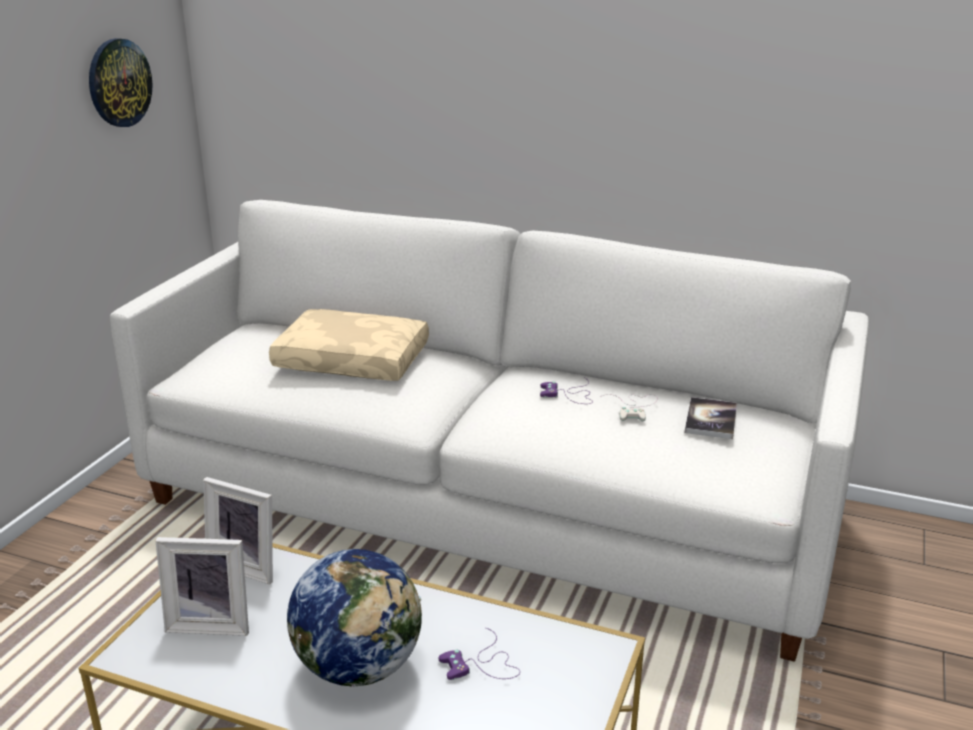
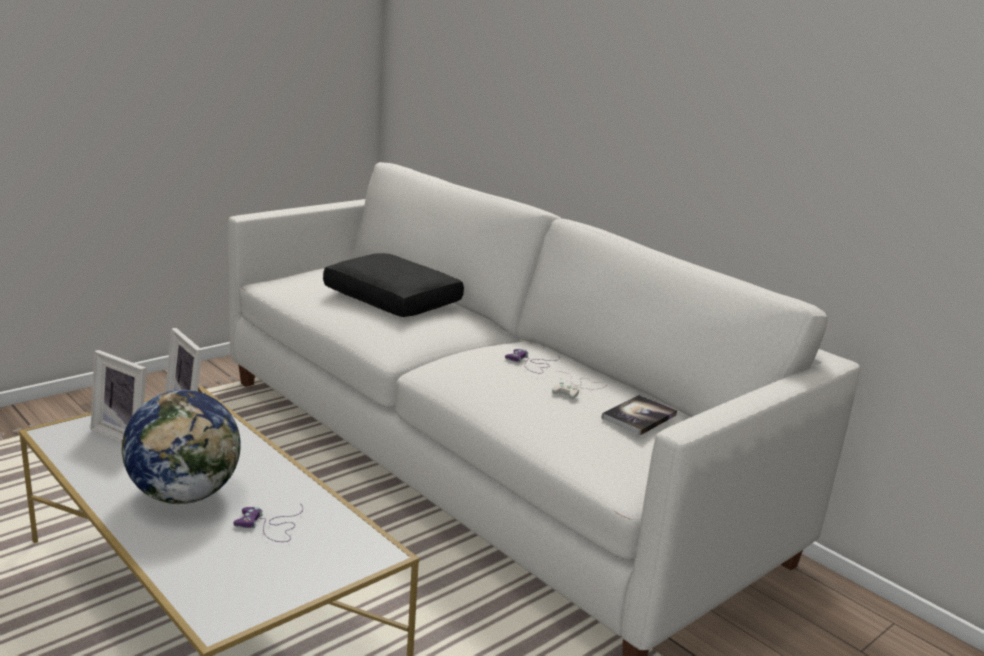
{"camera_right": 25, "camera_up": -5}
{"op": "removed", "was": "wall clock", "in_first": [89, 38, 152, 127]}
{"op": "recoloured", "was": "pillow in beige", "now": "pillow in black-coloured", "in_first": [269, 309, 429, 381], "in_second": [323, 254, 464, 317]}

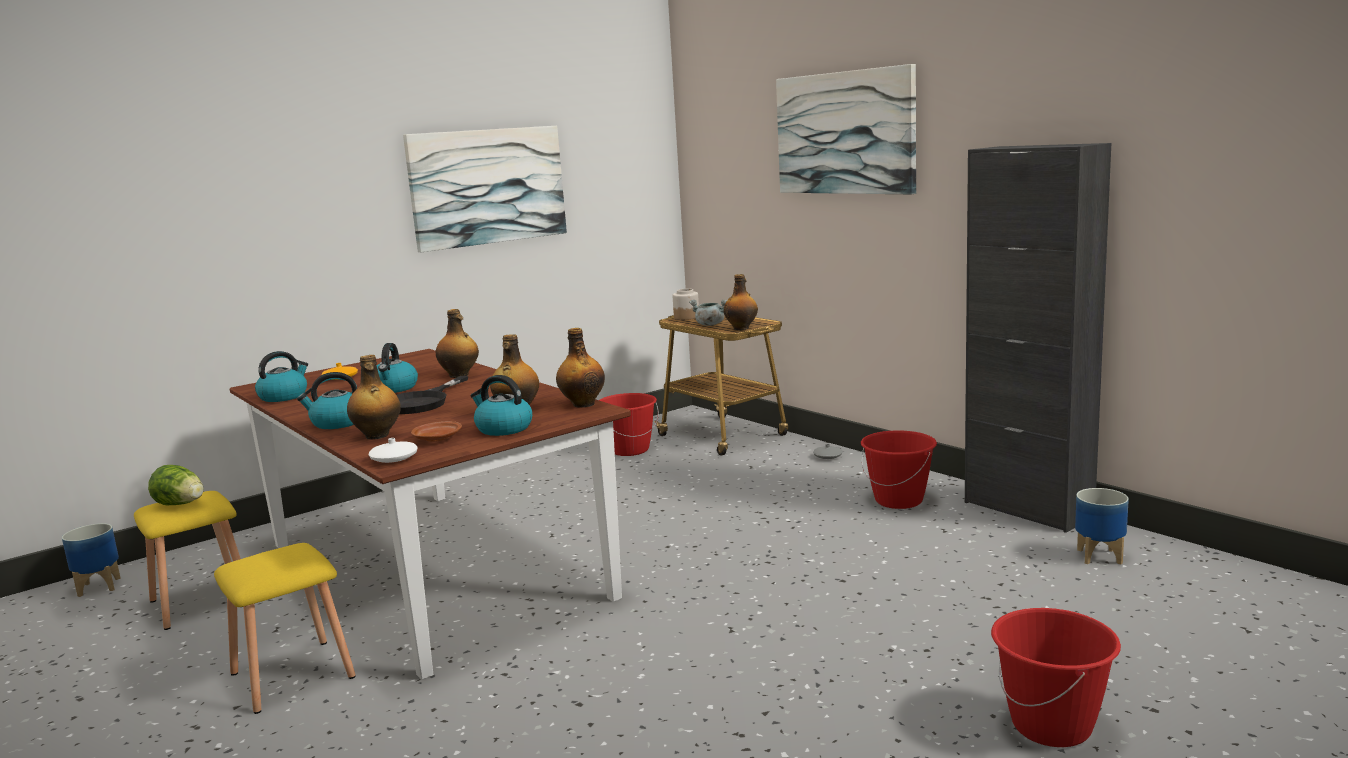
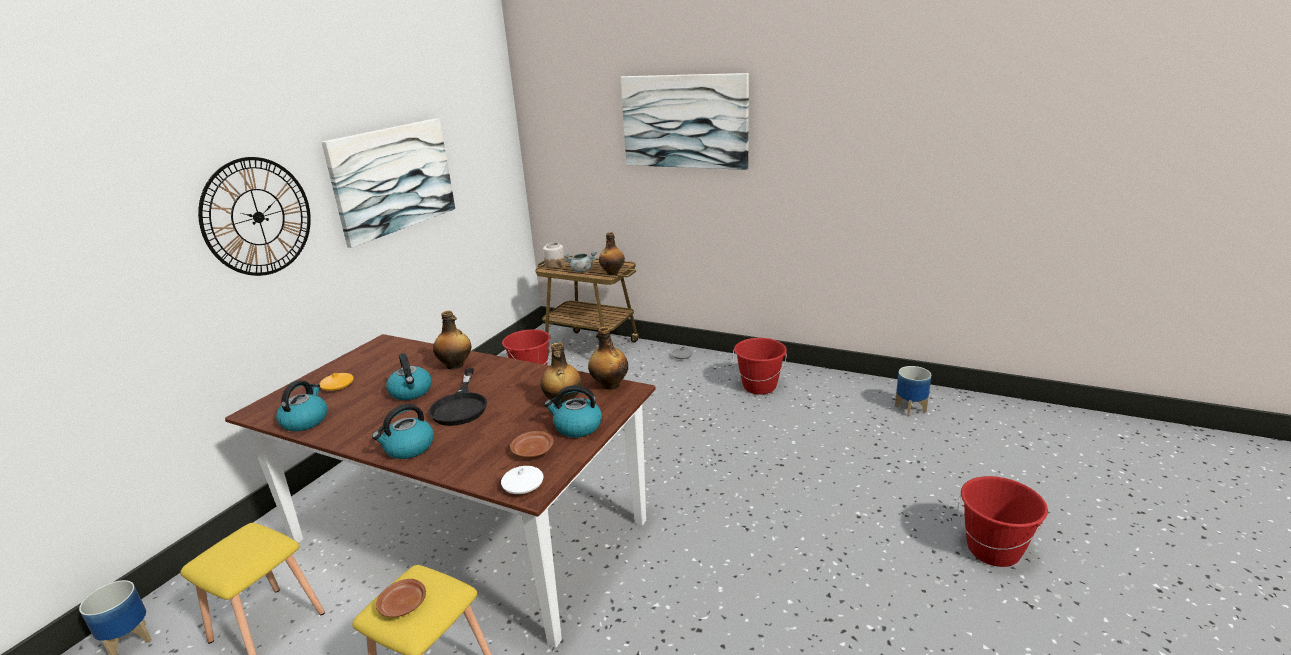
{"camera_right": -25, "camera_up": 10}
{"op": "removed", "was": "lettuce", "in_first": [148, 465, 204, 505]}
{"op": "removed", "was": "beverage bottle", "in_first": [347, 355, 401, 440]}
{"op": "removed", "was": "storage cabinet in black-coloured", "in_first": [965, 143, 1111, 533]}
{"op": "added", "now": "wall clock", "in_second": [198, 157, 311, 276]}
{"op": "added", "now": "flat dish in brownish", "in_second": [376, 579, 426, 617]}

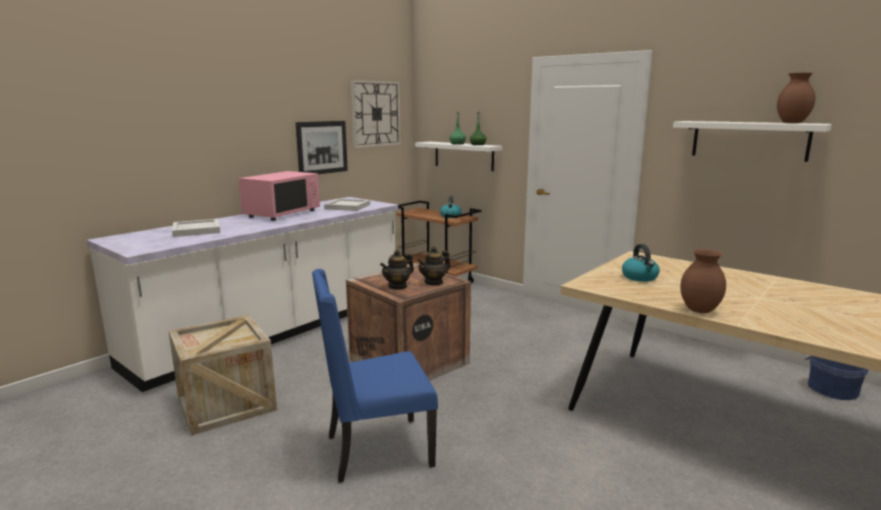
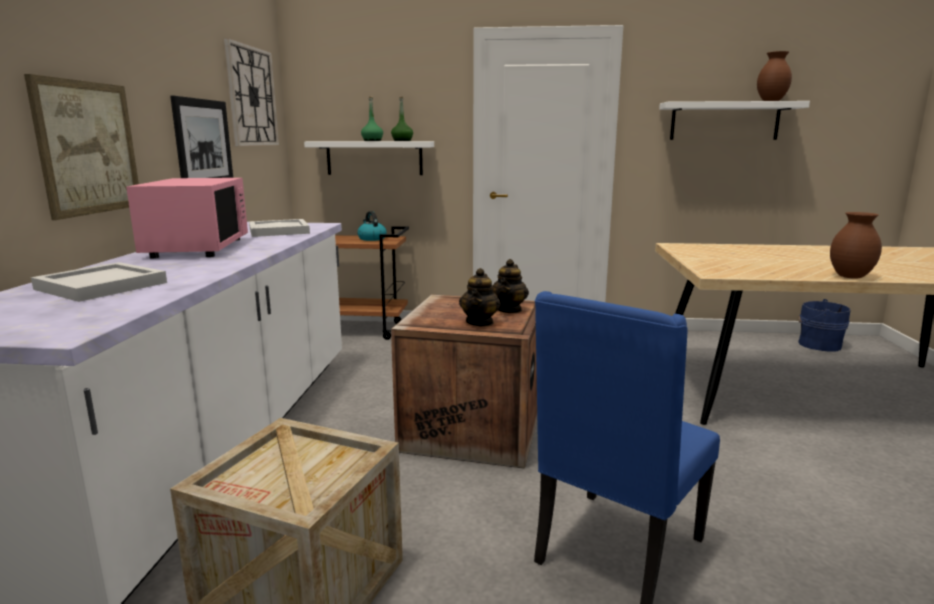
{"camera_right": -35, "camera_up": 0}
{"op": "removed", "was": "tea kettle", "in_first": [622, 244, 660, 282]}
{"op": "added", "now": "picture", "in_second": [24, 74, 139, 220]}

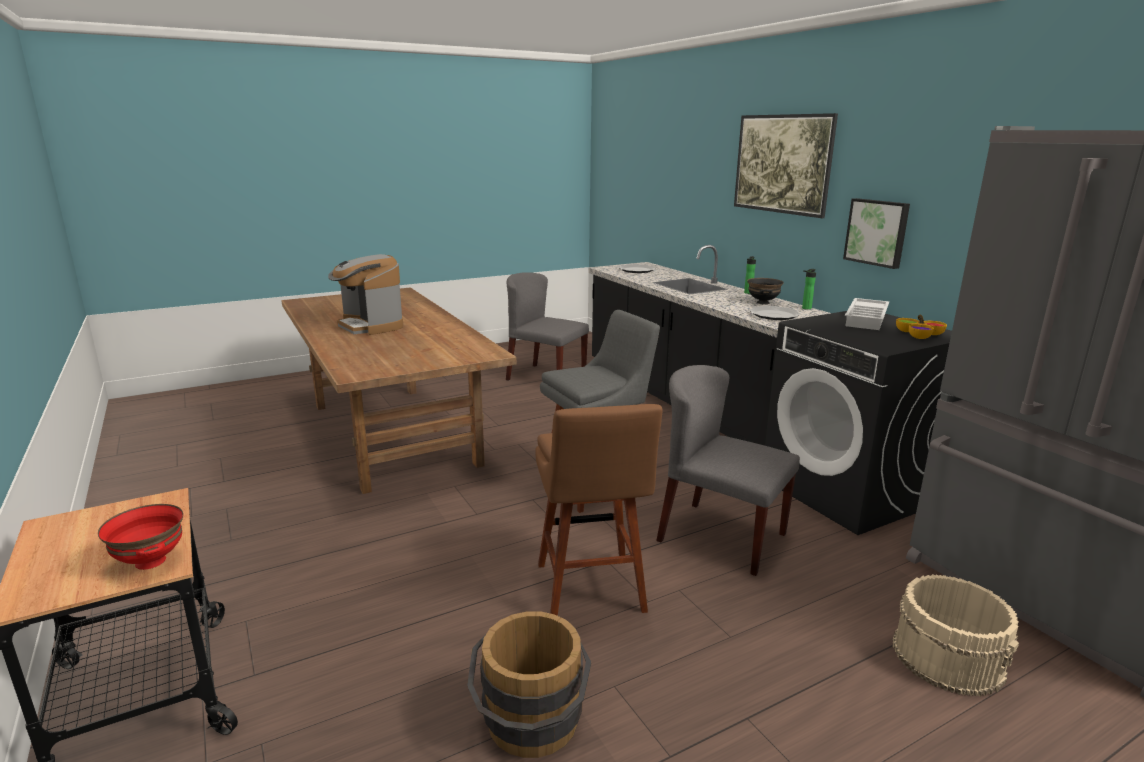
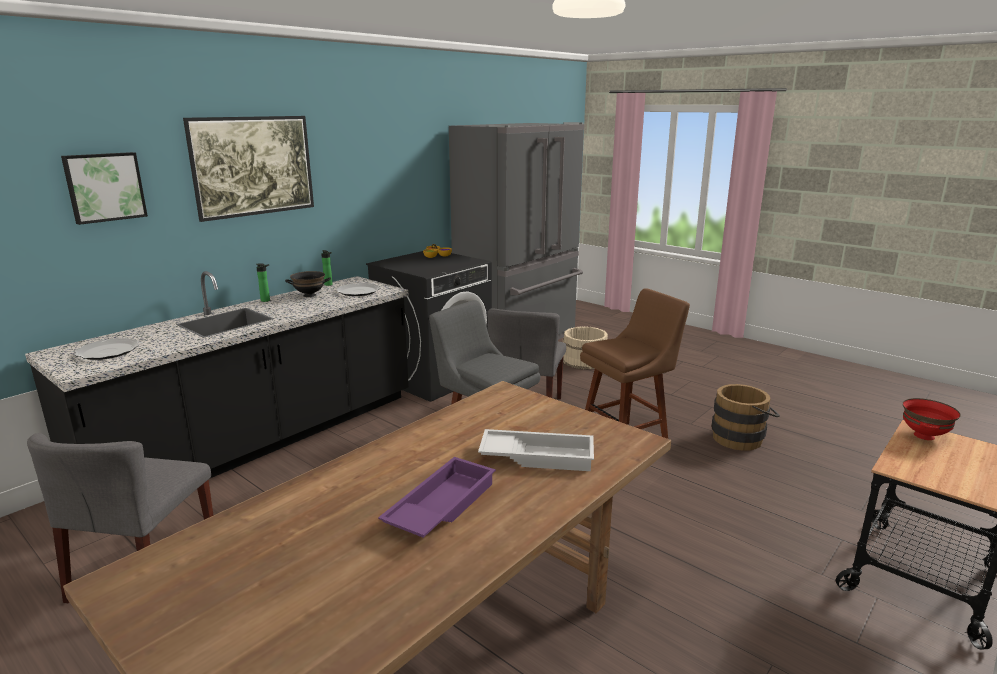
{"camera_right": -110, "camera_up": 0}
{"op": "moved", "was": "picture", "in_first": [843, 198, 910, 269], "in_second": [61, 152, 148, 225]}
{"op": "moved", "was": "carrying tray in white-coloured", "in_first": [845, 298, 889, 330], "in_second": [478, 429, 594, 471]}
{"op": "replaced", "was": "coffee brewer", "now": "carrying tray in purplish", "in_first": [328, 254, 403, 335], "in_second": [378, 457, 496, 538]}

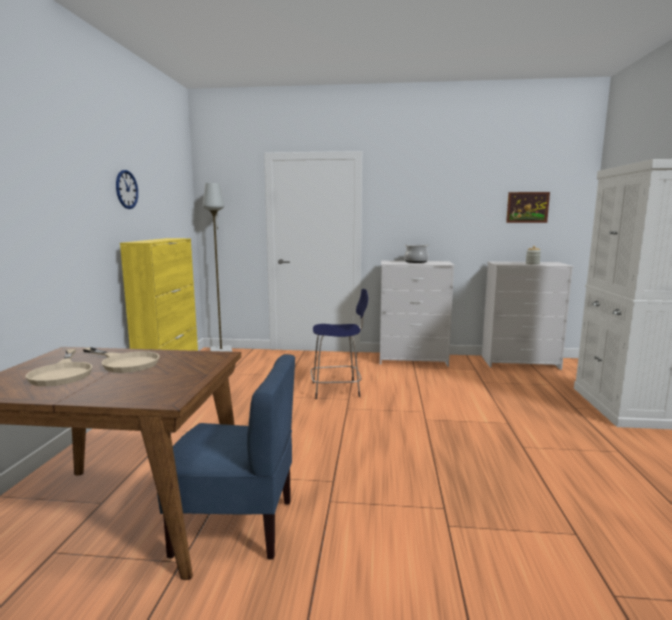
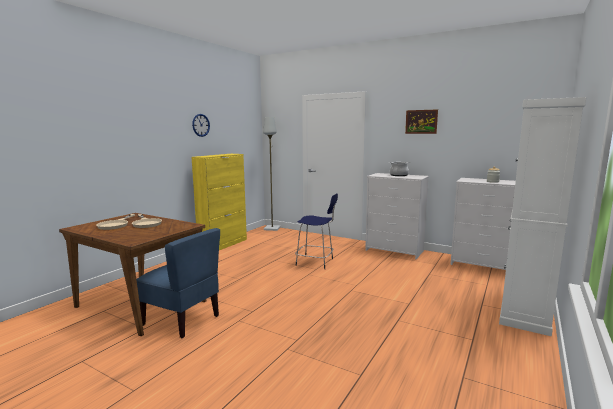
{"camera_right": 25, "camera_up": 0}
{"op": "moved", "was": "picture", "in_first": [506, 192, 550, 223], "in_second": [405, 109, 438, 134]}

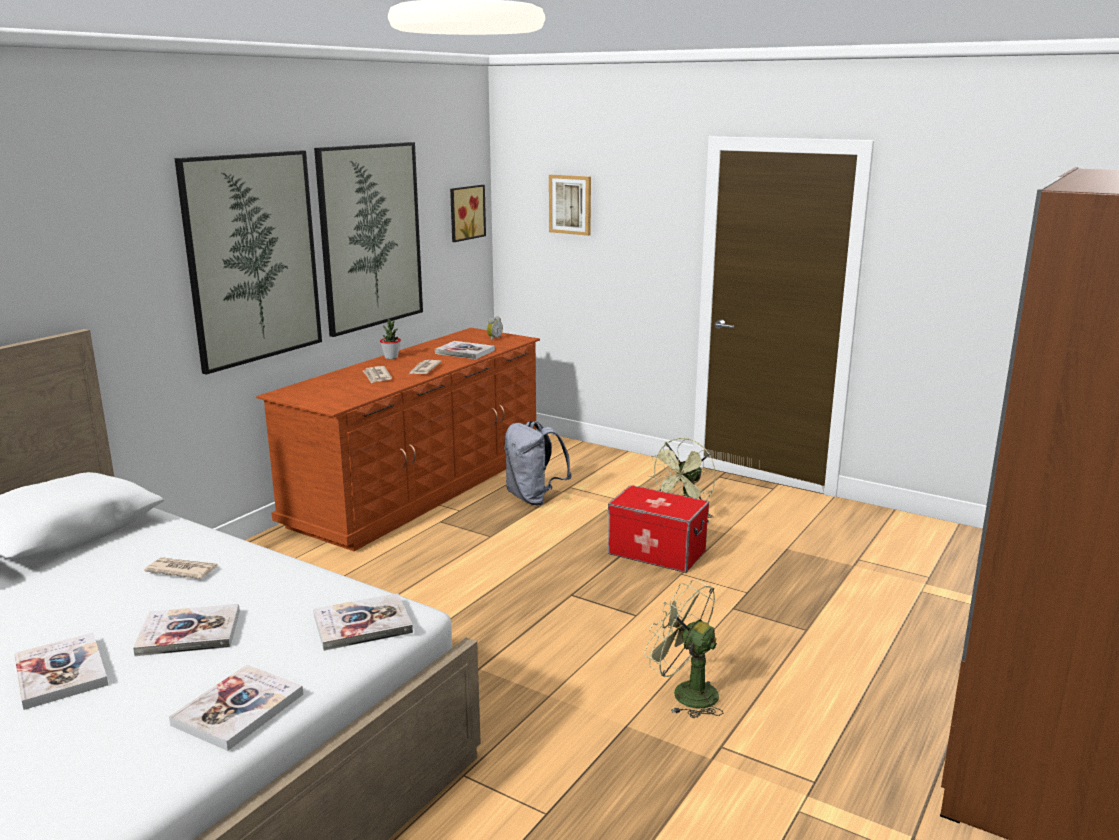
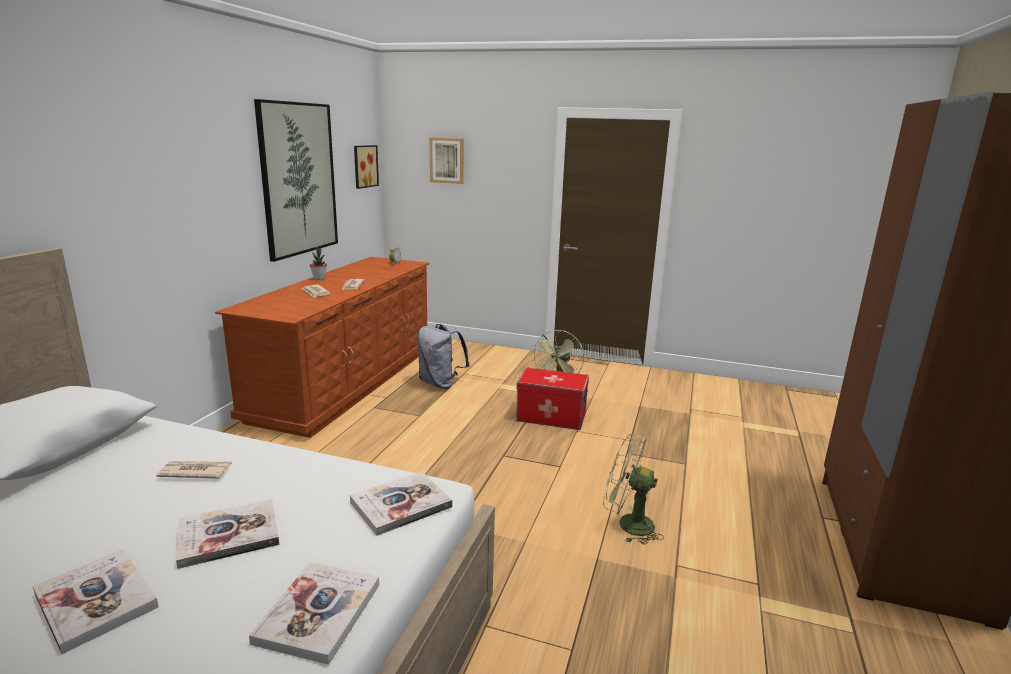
{"camera_right": -15, "camera_up": 0}
{"op": "removed", "was": "picture", "in_first": [175, 151, 322, 375]}
{"op": "removed", "was": "volume", "in_first": [435, 341, 495, 359]}

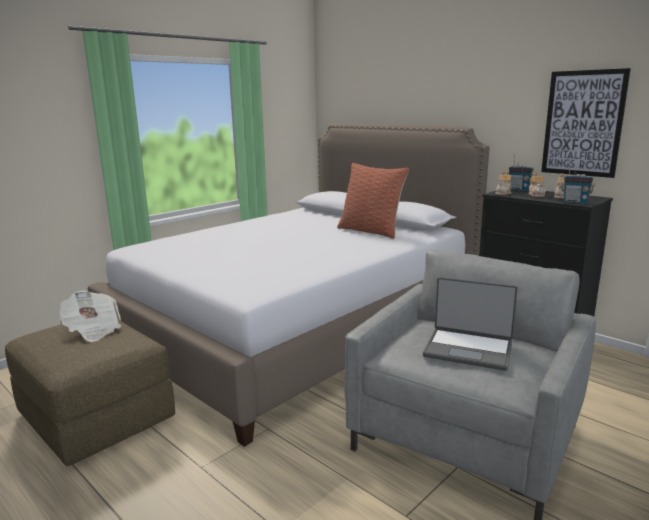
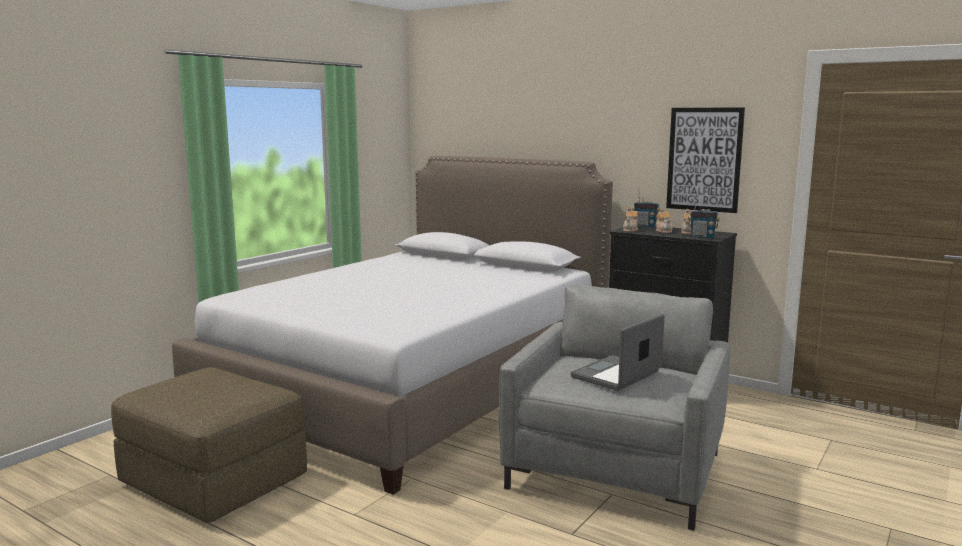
{"camera_right": -10, "camera_up": -5}
{"op": "removed", "was": "printed paper", "in_first": [60, 290, 121, 342]}
{"op": "removed", "was": "pillow", "in_first": [337, 163, 409, 239]}
{"op": "turned", "was": "notebook computer", "in_first": [423, 277, 518, 371], "in_second": [571, 314, 665, 391], "clockwise": 120}

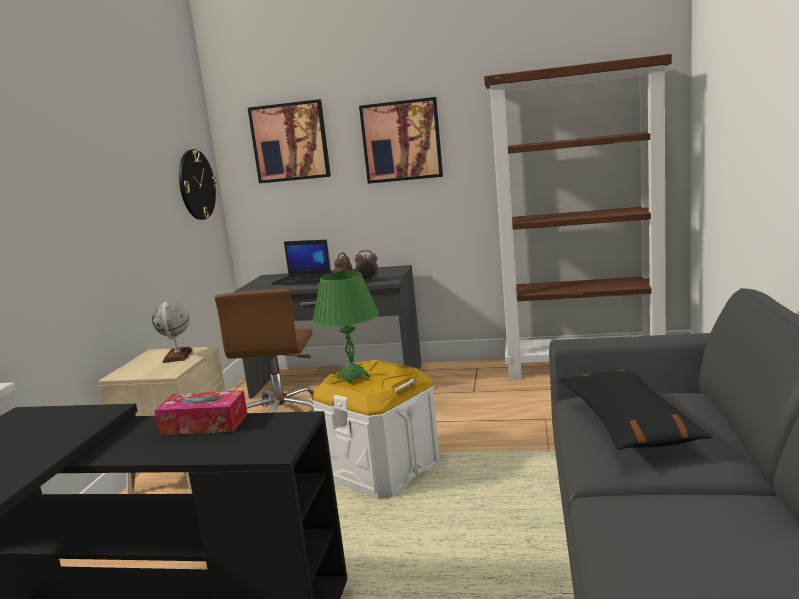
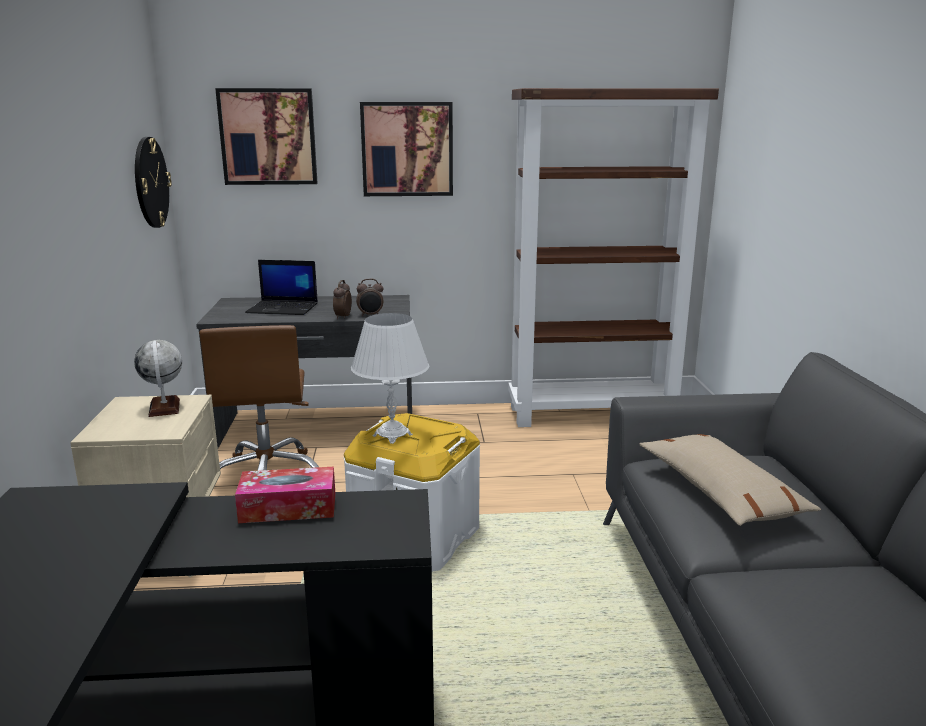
{"camera_right": -15, "camera_up": 5}
{"op": "recoloured", "was": "tabletop lamp in greenish", "now": "tabletop lamp in white-coloured", "in_first": [312, 271, 379, 384], "in_second": [351, 313, 429, 444]}
{"op": "recoloured", "was": "pillow in black-coloured", "now": "pillow in beige", "in_first": [559, 370, 713, 450], "in_second": [639, 434, 821, 526]}

